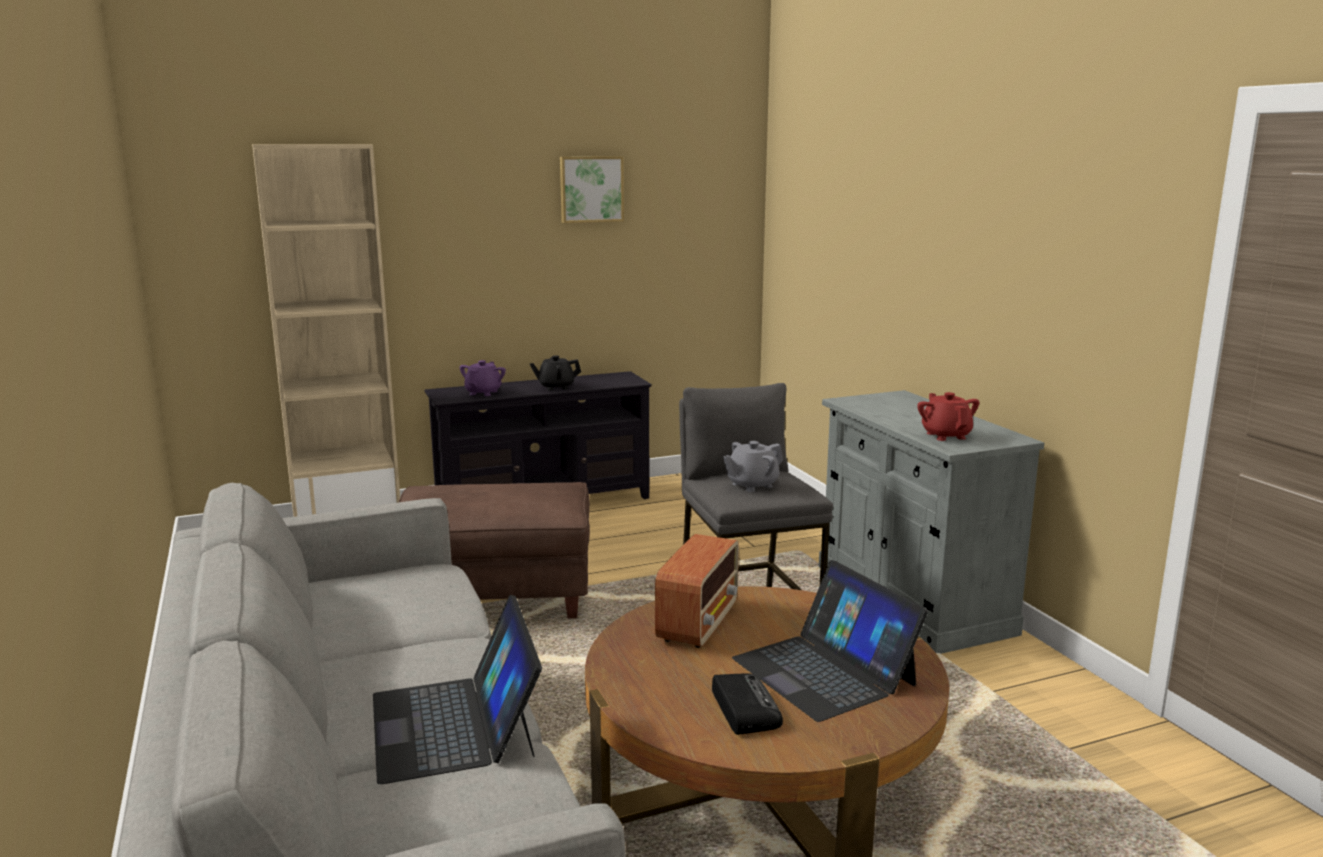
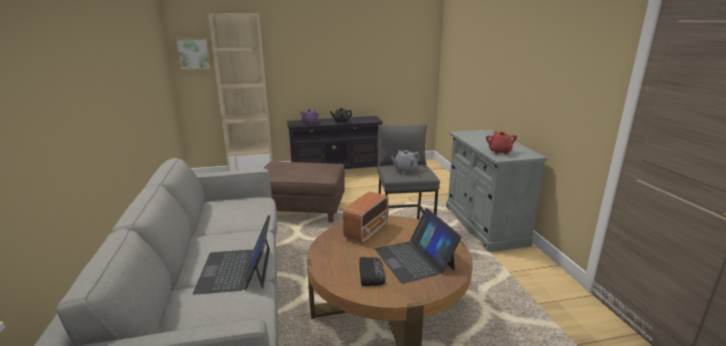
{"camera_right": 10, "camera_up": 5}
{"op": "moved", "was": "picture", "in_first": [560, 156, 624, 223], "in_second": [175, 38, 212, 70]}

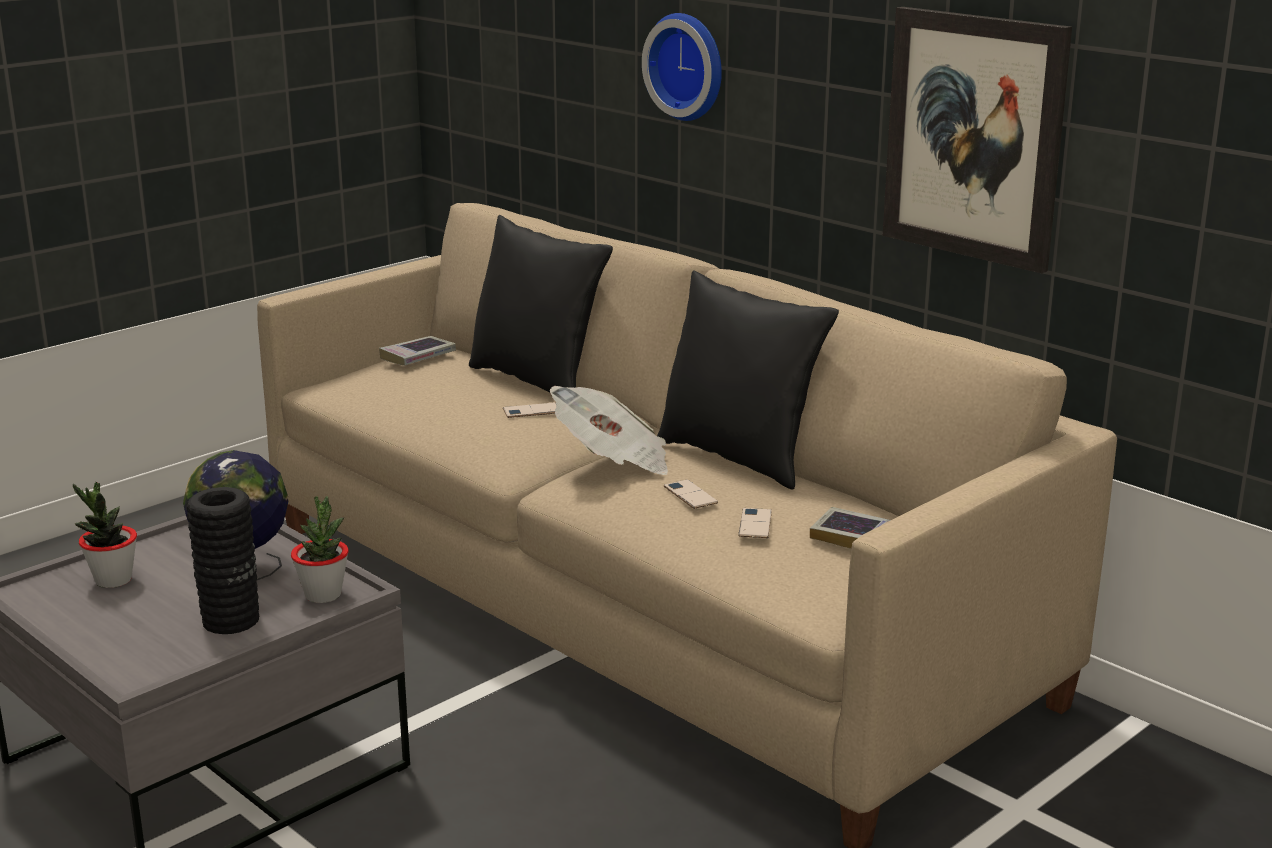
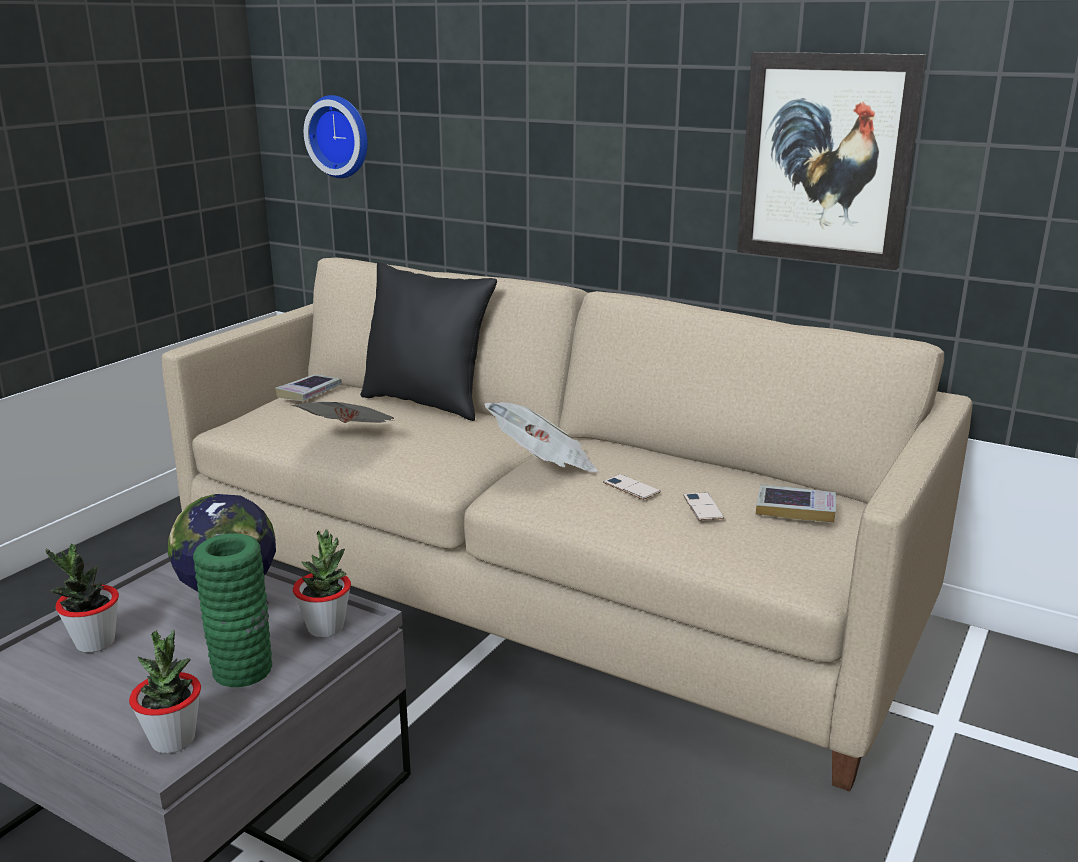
{"camera_right": -15, "camera_up": 0}
{"op": "removed", "was": "handset", "in_first": [503, 402, 556, 418]}
{"op": "removed", "was": "pillow in black-coloured", "in_first": [657, 271, 839, 490]}
{"op": "added", "now": "houseplant", "in_second": [129, 630, 201, 753]}
{"op": "added", "now": "printed paper", "in_second": [291, 402, 395, 423]}
{"op": "moved", "was": "wall clock", "in_first": [642, 13, 722, 121], "in_second": [304, 95, 368, 178]}
{"op": "recoloured", "was": "decorative vase in black-coloured", "now": "decorative vase in greenish", "in_first": [186, 487, 259, 634], "in_second": [193, 533, 272, 687]}

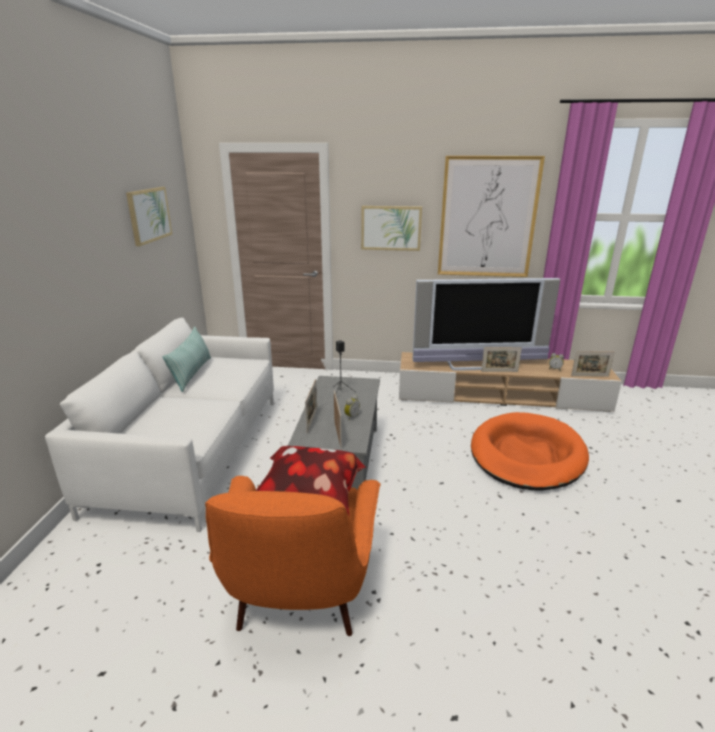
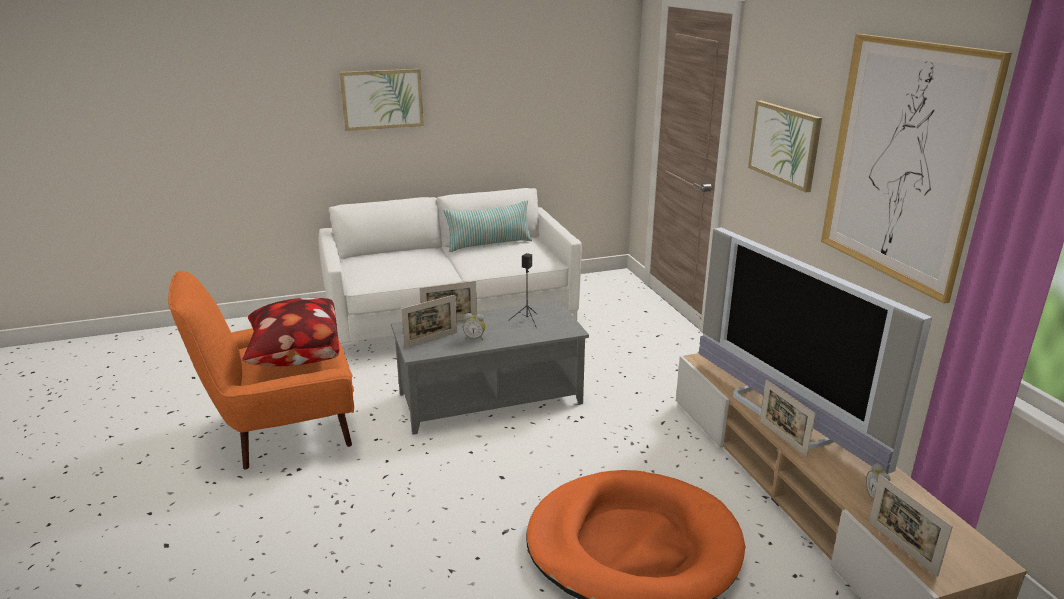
{"camera_right": 65, "camera_up": 0}
{"op": "moved", "was": "picture", "in_first": [126, 187, 172, 246], "in_second": [339, 69, 424, 131]}

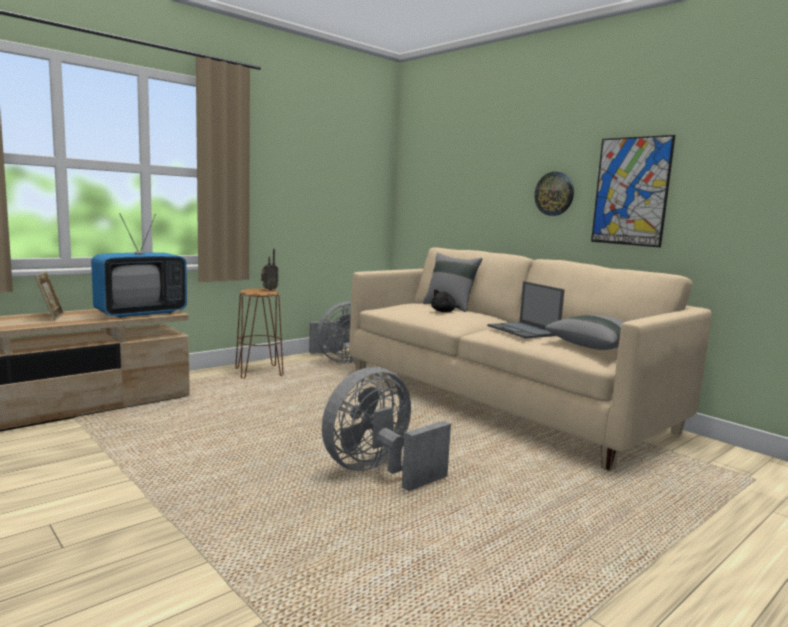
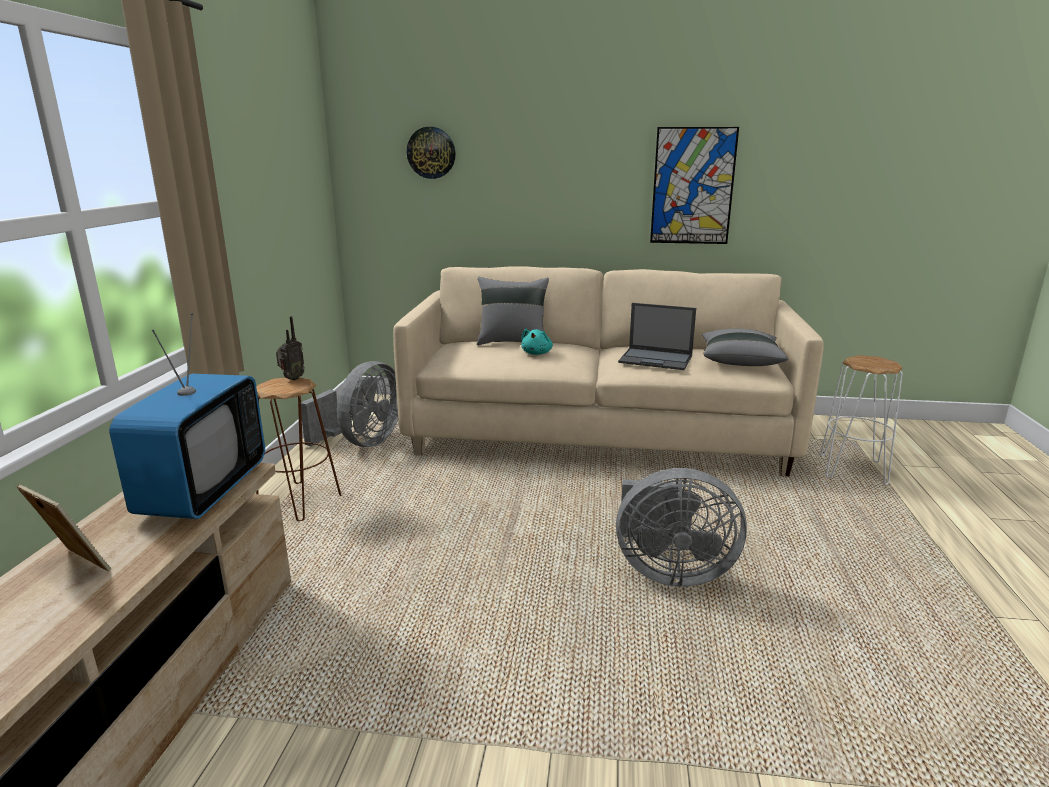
{"camera_right": -40, "camera_up": 10}
{"op": "added", "now": "stool in white-coloured", "in_second": [820, 355, 903, 485]}
{"op": "moved", "was": "wall clock", "in_first": [534, 172, 574, 216], "in_second": [407, 127, 456, 179]}
{"op": "recoloured", "was": "soft toy in black-coloured", "now": "soft toy in turquoise", "in_first": [431, 289, 460, 312], "in_second": [521, 329, 553, 355]}
{"op": "turned", "was": "fan in grey", "in_first": [322, 367, 451, 491], "in_second": [616, 468, 747, 587], "clockwise": -90}

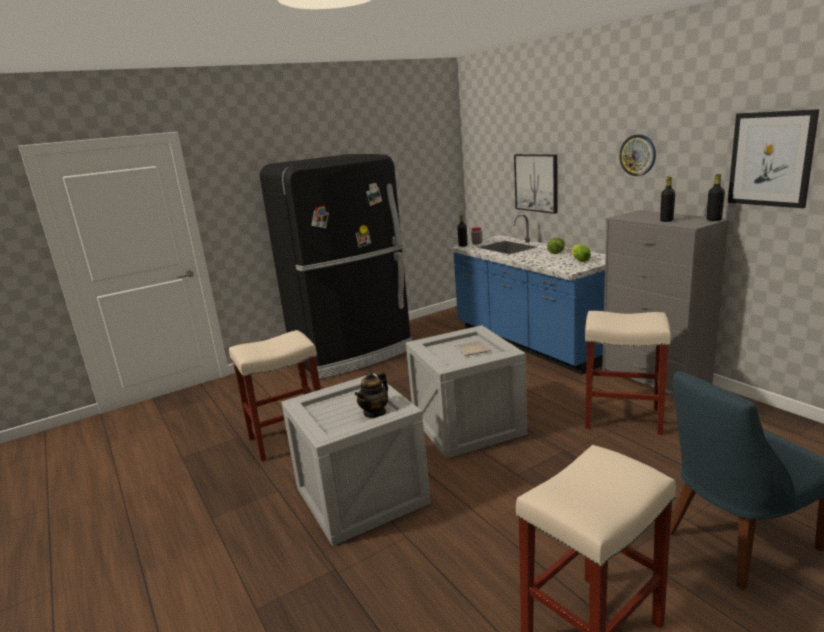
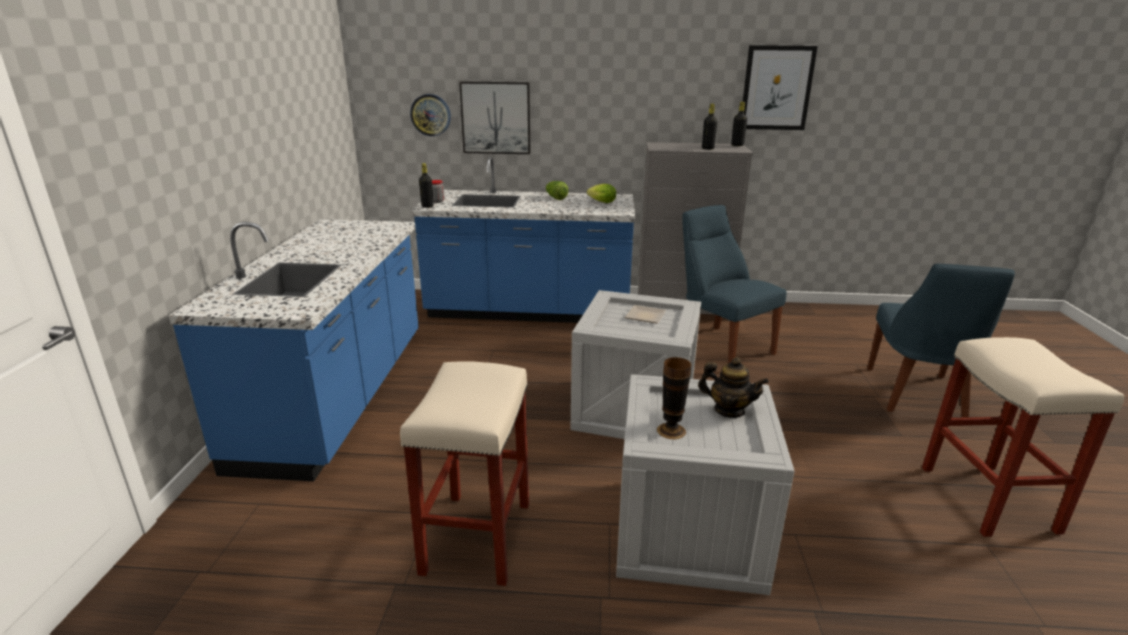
{"camera_right": -55, "camera_up": 5}
{"op": "added", "now": "decorative vase", "in_second": [657, 357, 691, 439]}
{"op": "moved", "was": "wall clock", "in_first": [619, 134, 656, 176], "in_second": [410, 94, 451, 136]}
{"op": "replaced", "was": "fridge in black-coloured", "now": "counter in bluish", "in_first": [260, 154, 412, 379], "in_second": [169, 219, 419, 481]}
{"op": "replaced", "was": "stool in beige", "now": "upright chair in bluish", "in_first": [585, 311, 671, 435], "in_second": [682, 205, 787, 363]}
{"op": "turned", "was": "teapot", "in_first": [355, 371, 388, 418], "in_second": [698, 357, 769, 418], "clockwise": -45}

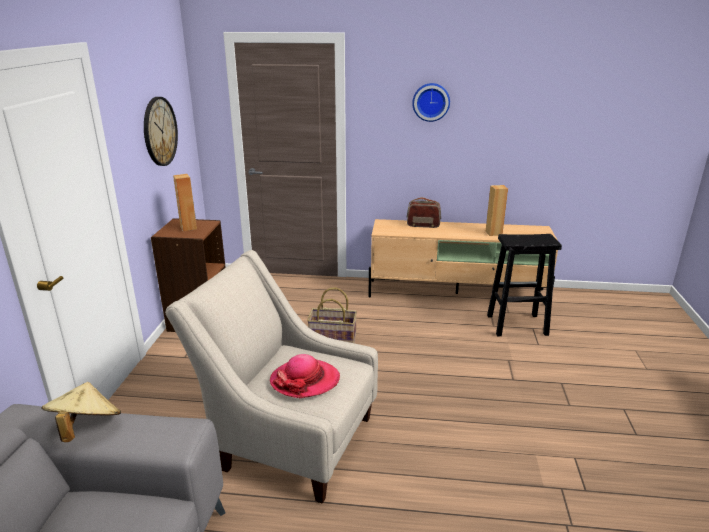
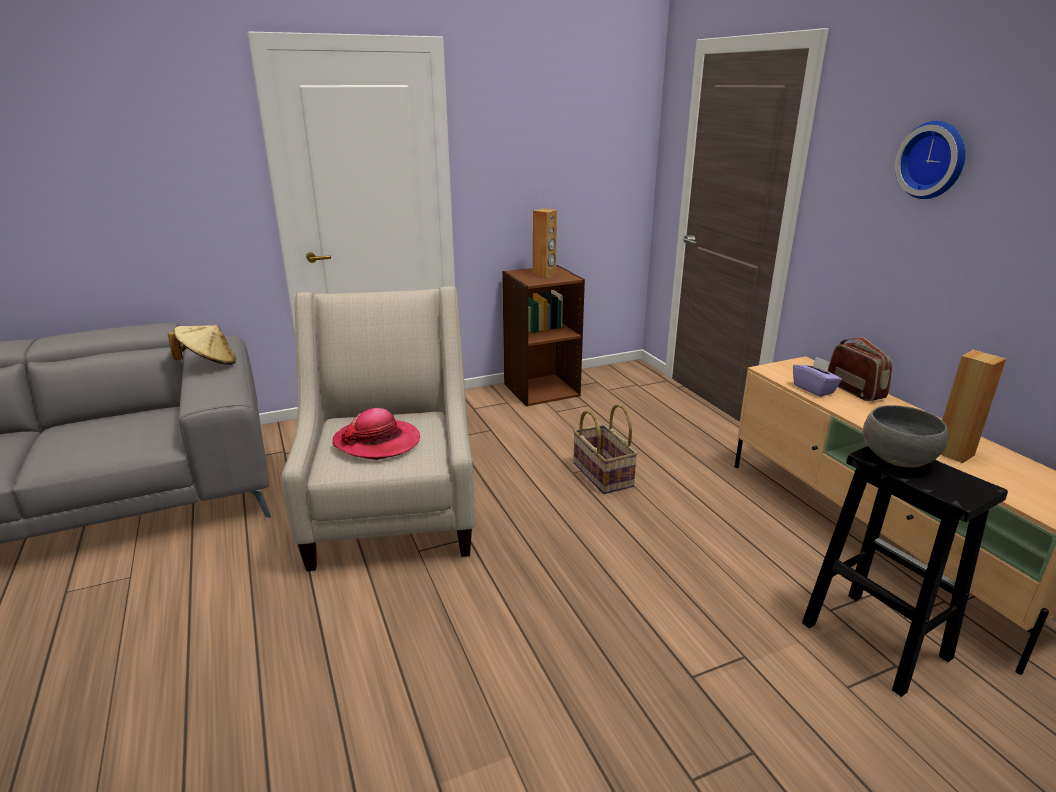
{"camera_right": 60, "camera_up": 0}
{"op": "removed", "was": "wall clock", "in_first": [144, 97, 178, 166]}
{"op": "added", "now": "tissue holder in purplish", "in_second": [793, 356, 842, 397]}
{"op": "added", "now": "deep dish in grey", "in_second": [863, 405, 948, 468]}

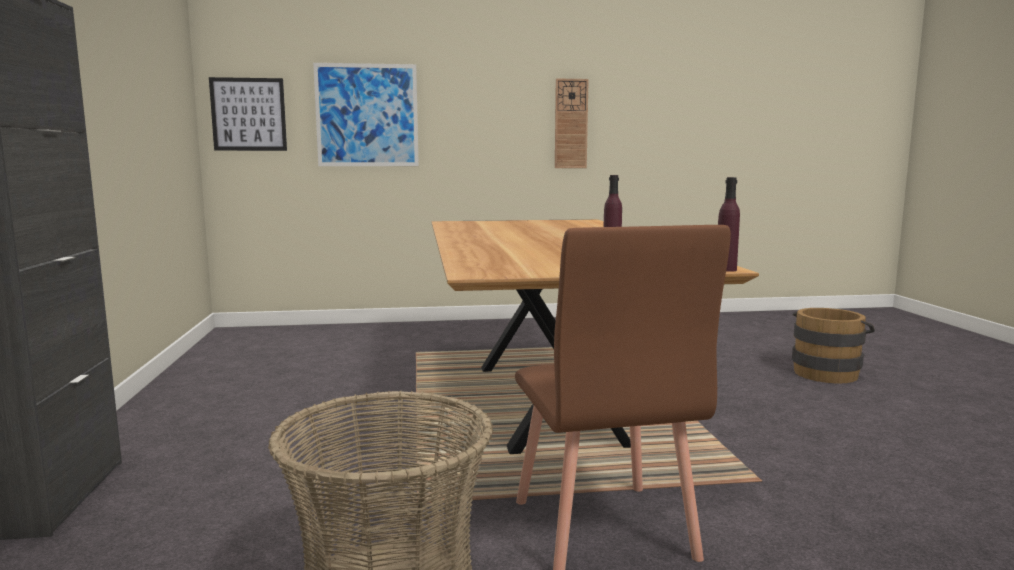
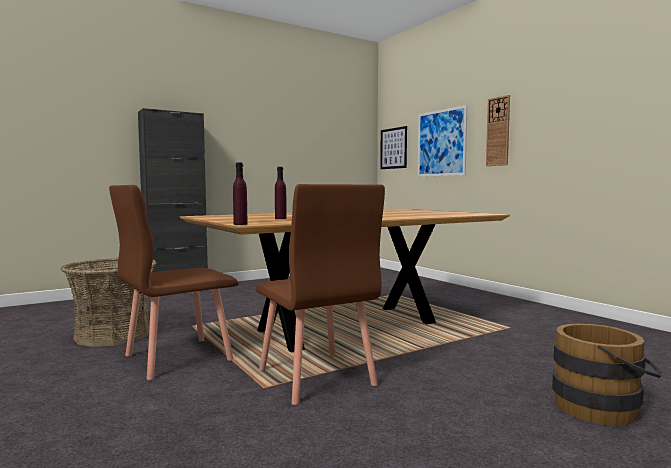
{"camera_right": 65, "camera_up": -5}
{"op": "added", "now": "upright chair in brownish", "in_second": [256, 184, 385, 405]}
{"op": "moved", "was": "wall clock", "in_first": [555, 78, 589, 168], "in_second": [486, 95, 510, 166]}

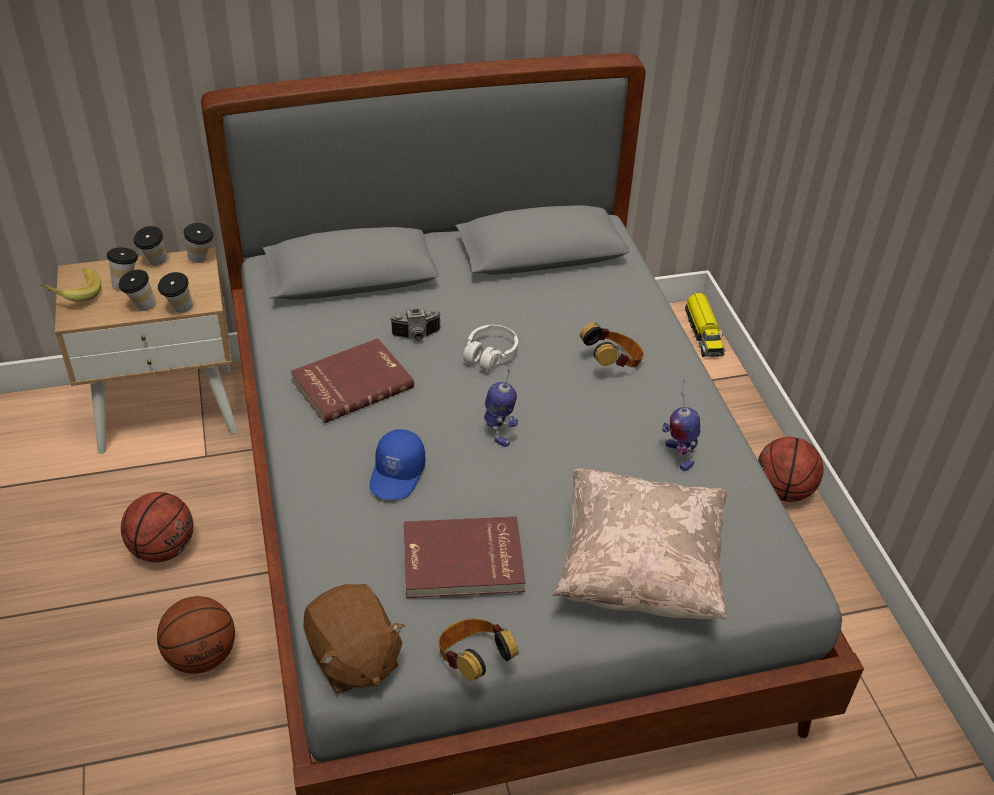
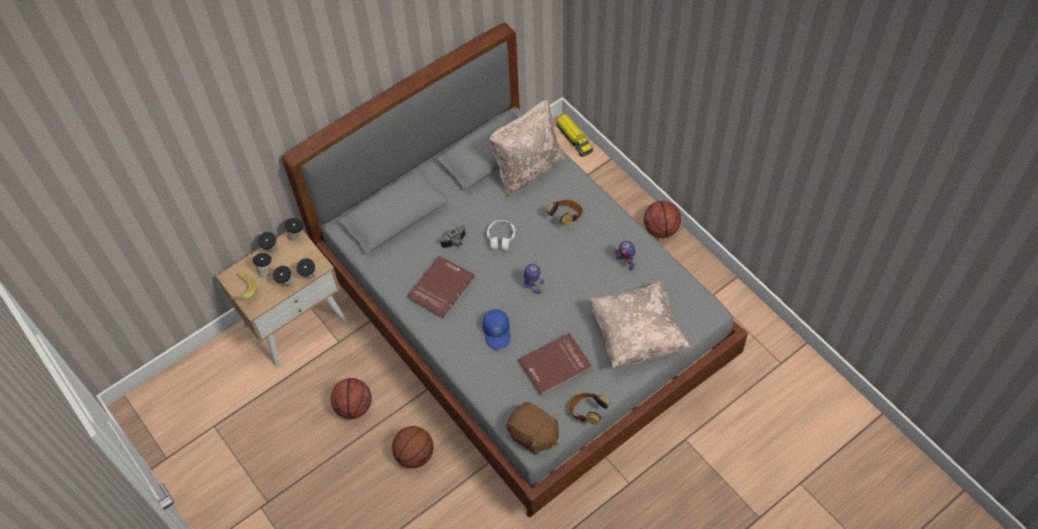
{"camera_right": -20, "camera_up": 15}
{"op": "added", "now": "pillow in beige", "in_second": [489, 100, 565, 197]}

